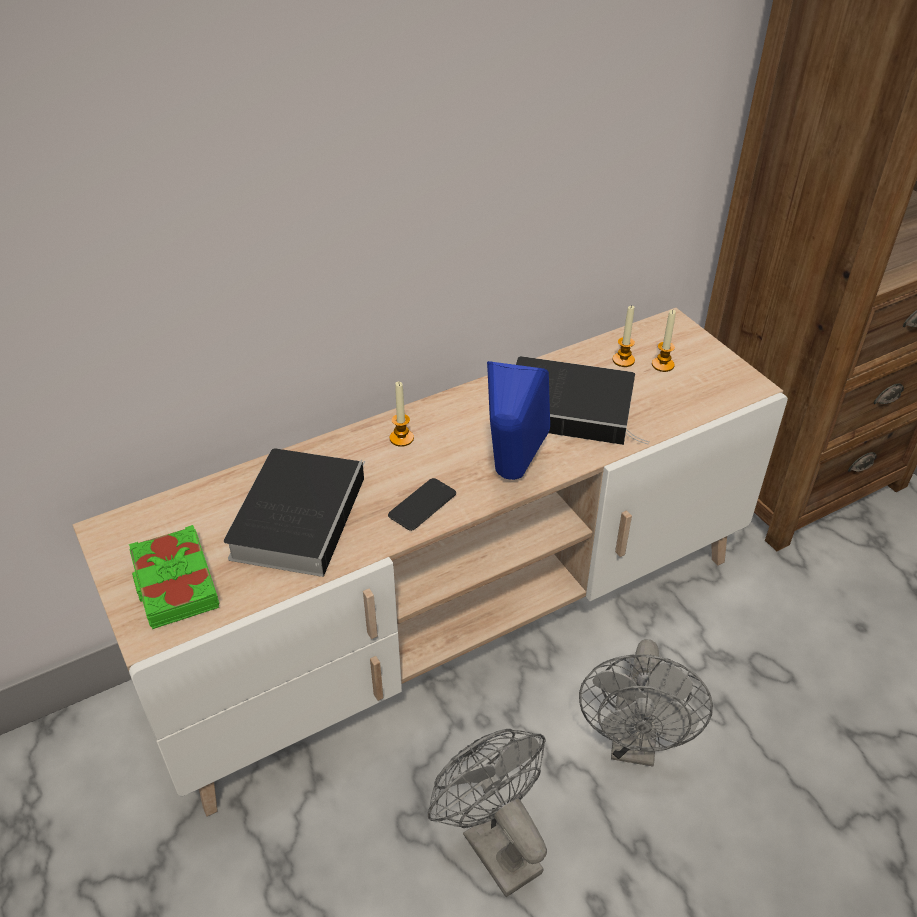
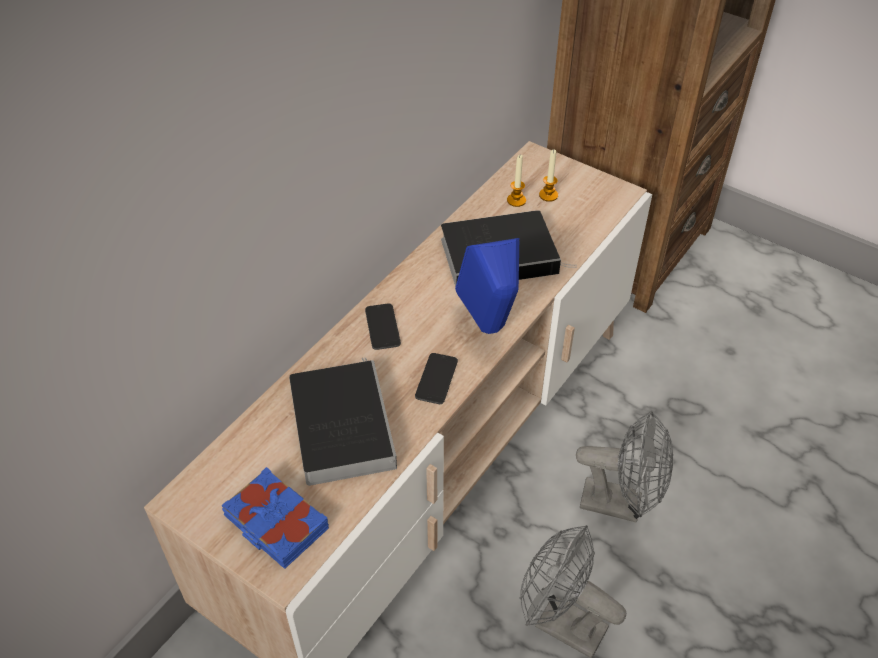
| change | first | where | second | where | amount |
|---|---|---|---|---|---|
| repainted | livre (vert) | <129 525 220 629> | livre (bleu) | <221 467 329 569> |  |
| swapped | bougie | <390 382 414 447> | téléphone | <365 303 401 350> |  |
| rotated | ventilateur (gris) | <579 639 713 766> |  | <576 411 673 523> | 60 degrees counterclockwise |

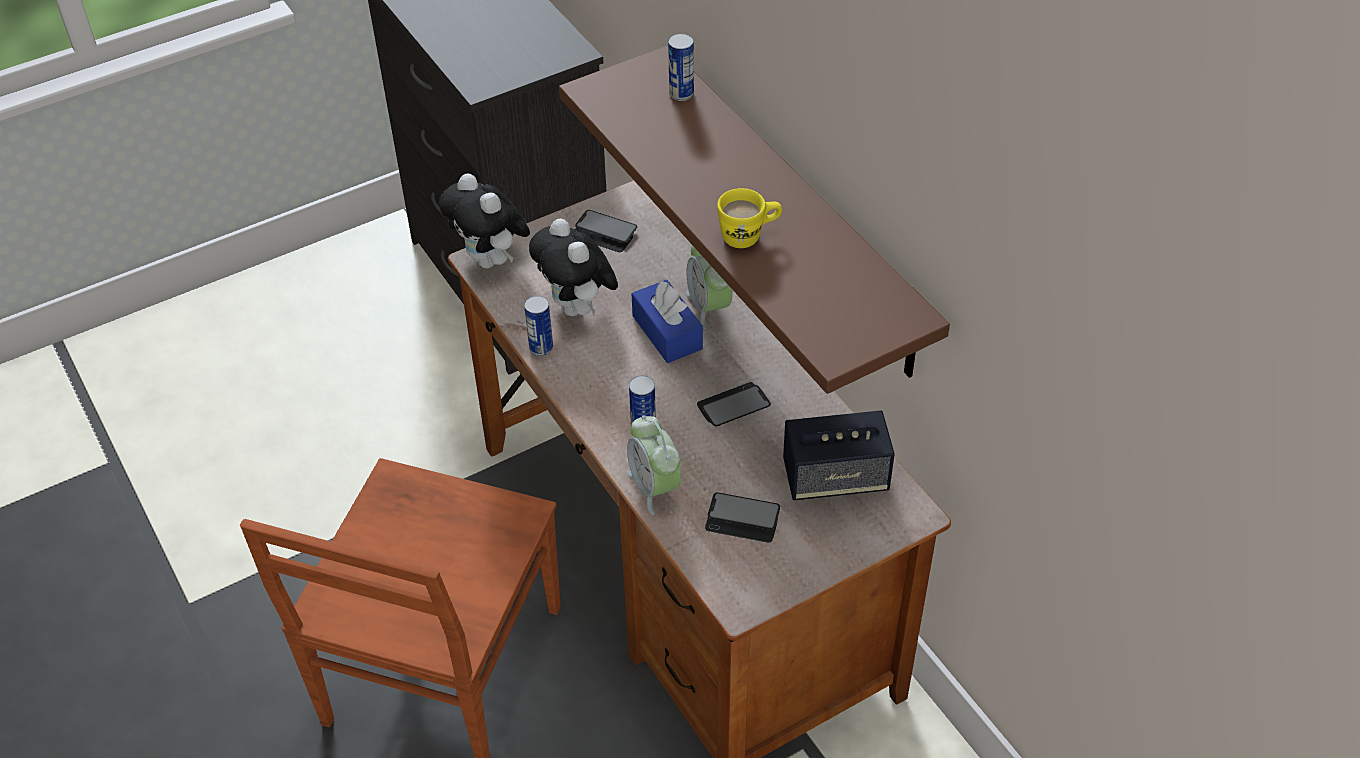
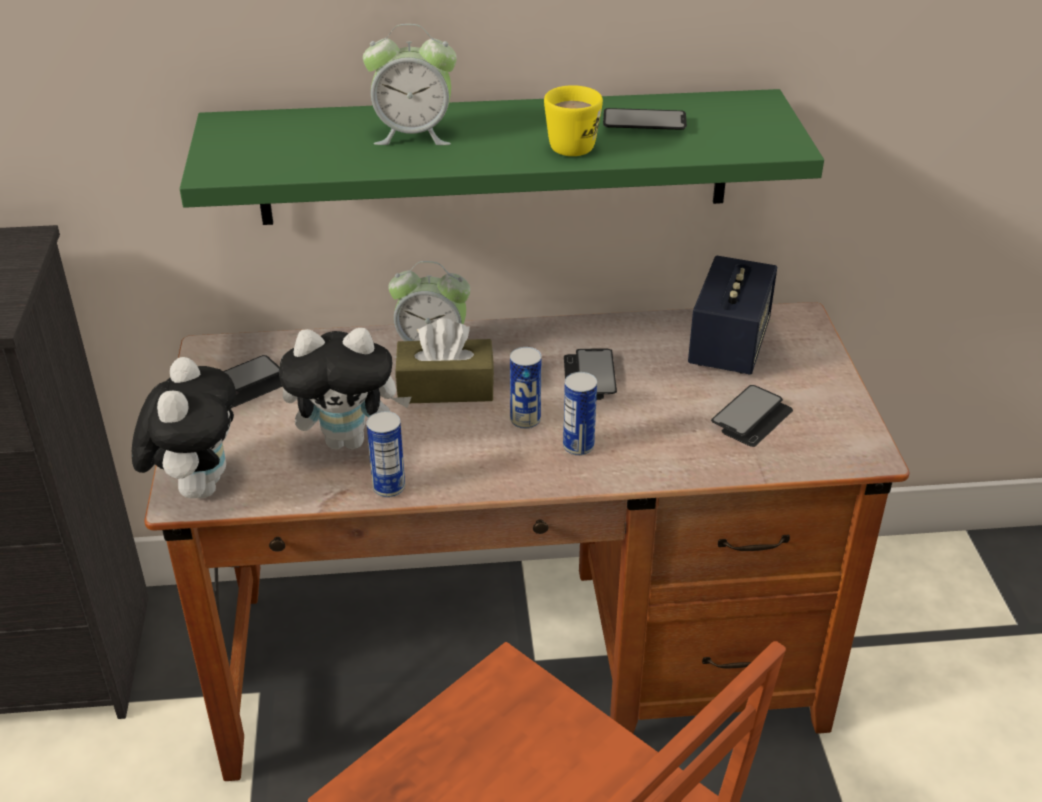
| change | first | where | second | where | amount |
|---|---|---|---|---|---|
| rotated | peluche | <439 173 530 269> |  | <132 357 236 499> | 75 degrees counterclockwise |
| repainted | étagère (marron) | <559 46 950 394> | étagère (vert) | <180 89 824 225> |  |
| shifted | réveil | <627 415 681 515> |  | <363 24 457 145> |  |
| repainted | boîte à mouchoirs (bleu) | <632 280 703 363> | boîte à mouchoirs (marron) | <395 318 494 403> |  |
| shifted | boîte métallique | <668 33 694 101> |  | <510 347 542 429> |  |
| new |  |  | téléphone | <603 108 687 130> |  |

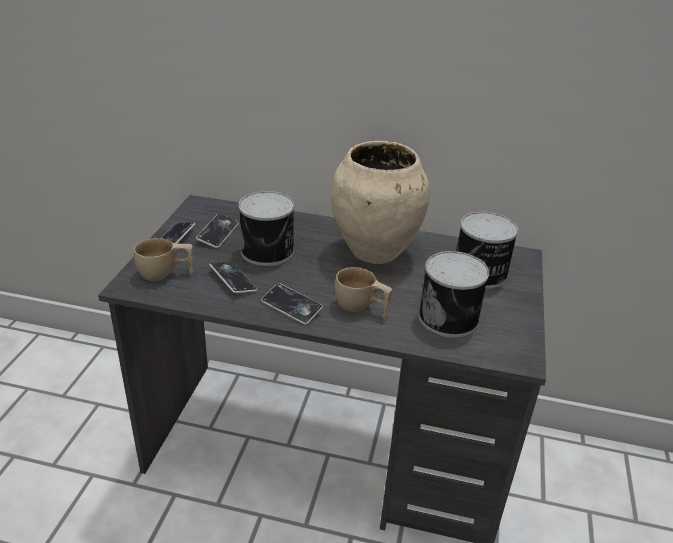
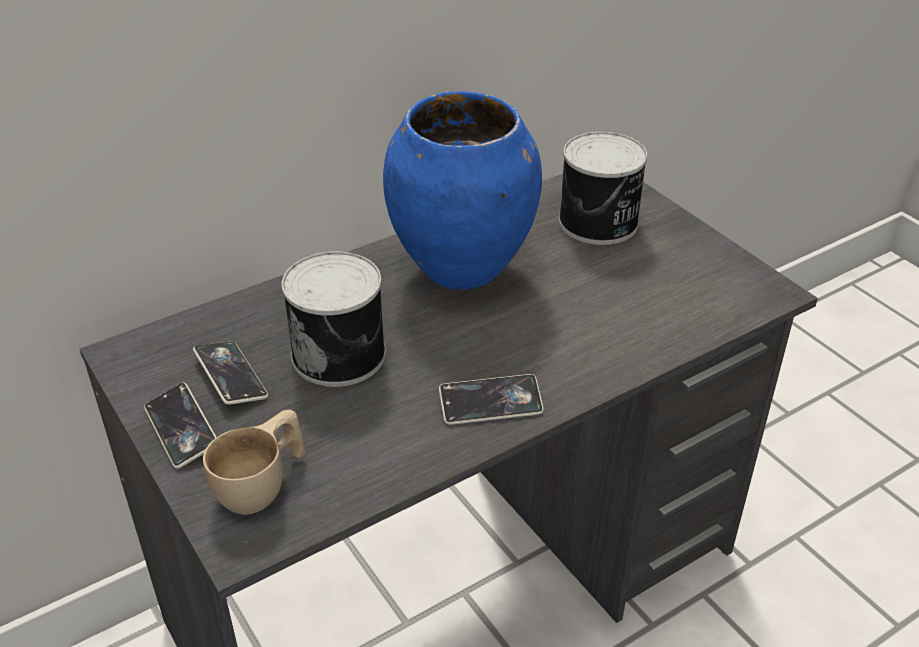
| change | first | where | second | where | amount |
|---|---|---|---|---|---|
| repainted | vase (beige) | <331 141 430 264> | vase (bleu) | <383 91 542 290> |  |
| gone | téléphone | <210 262 257 293> |  |  |  |
| gone | tasse (beige) | <335 267 392 318> |  |  |  |
| gone | boîte métallique | <418 251 489 338> |  |  |  |

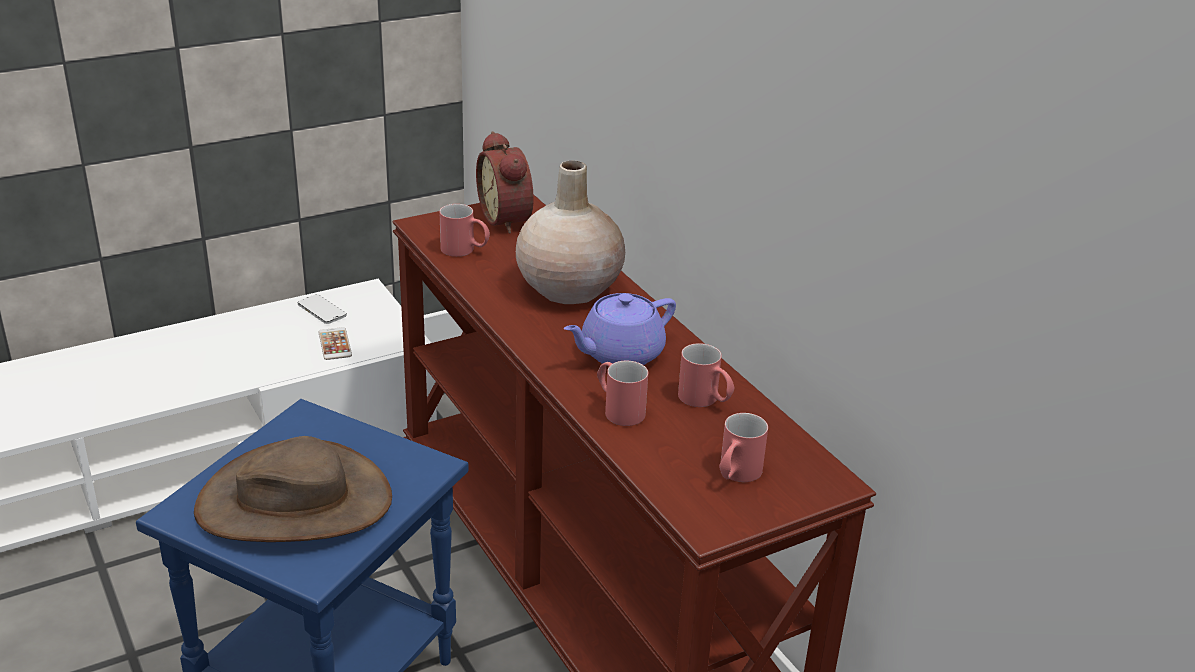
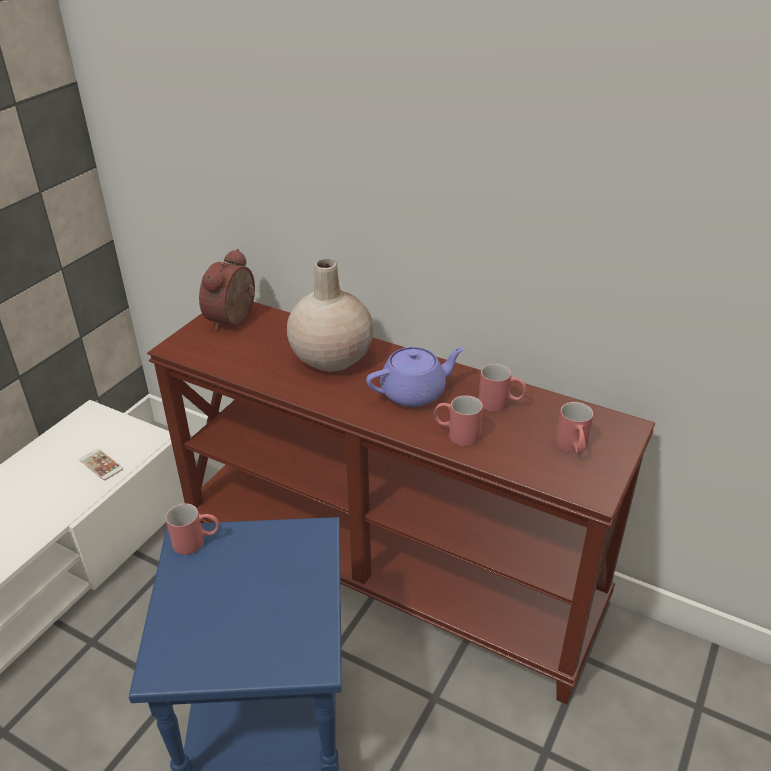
| change | first | where | second | where | amount |
|---|---|---|---|---|---|
| shifted | mug (rouge) | <439 204 490 257> |  | <165 503 219 555> |  |
| rotated | réveil | <476 131 534 234> |  | <199 249 255 331> | 75 degrees clockwise |
| rotated | théière (violet) | <564 293 676 365> |  | <366 347 465 407> | 135 degrees counterclockwise |
| gone | chapeau (marron) | <194 436 392 542> |  |  |  |
| gone | téléphone | <298 294 347 324> |  |  |  |

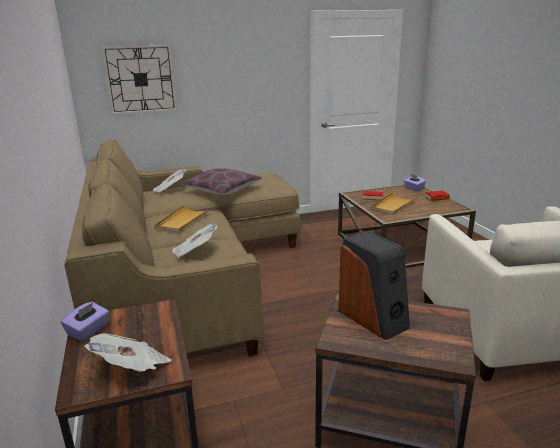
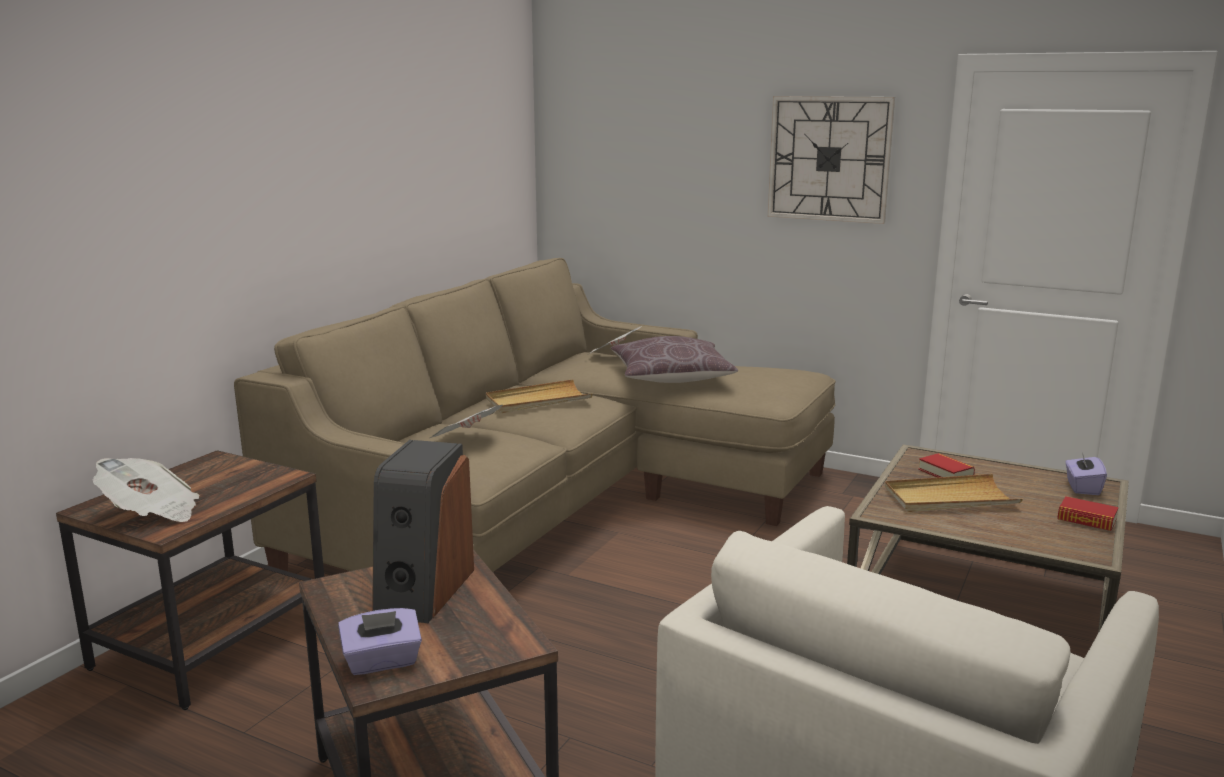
| change | first | where | second | where | amount |
|---|---|---|---|---|---|
| shifted | boîte à mouchoirs (violet) | <61 302 109 341> |  | <338 608 422 675> |  |
| shifted | horloge murale | <102 44 177 115> |  | <768 96 895 224> |  |

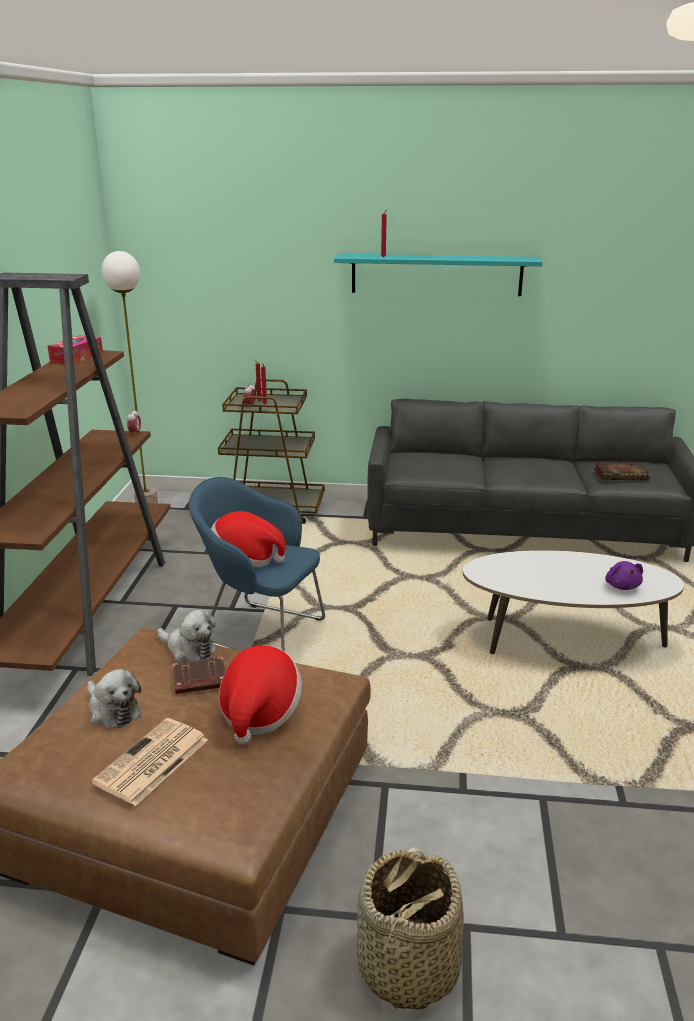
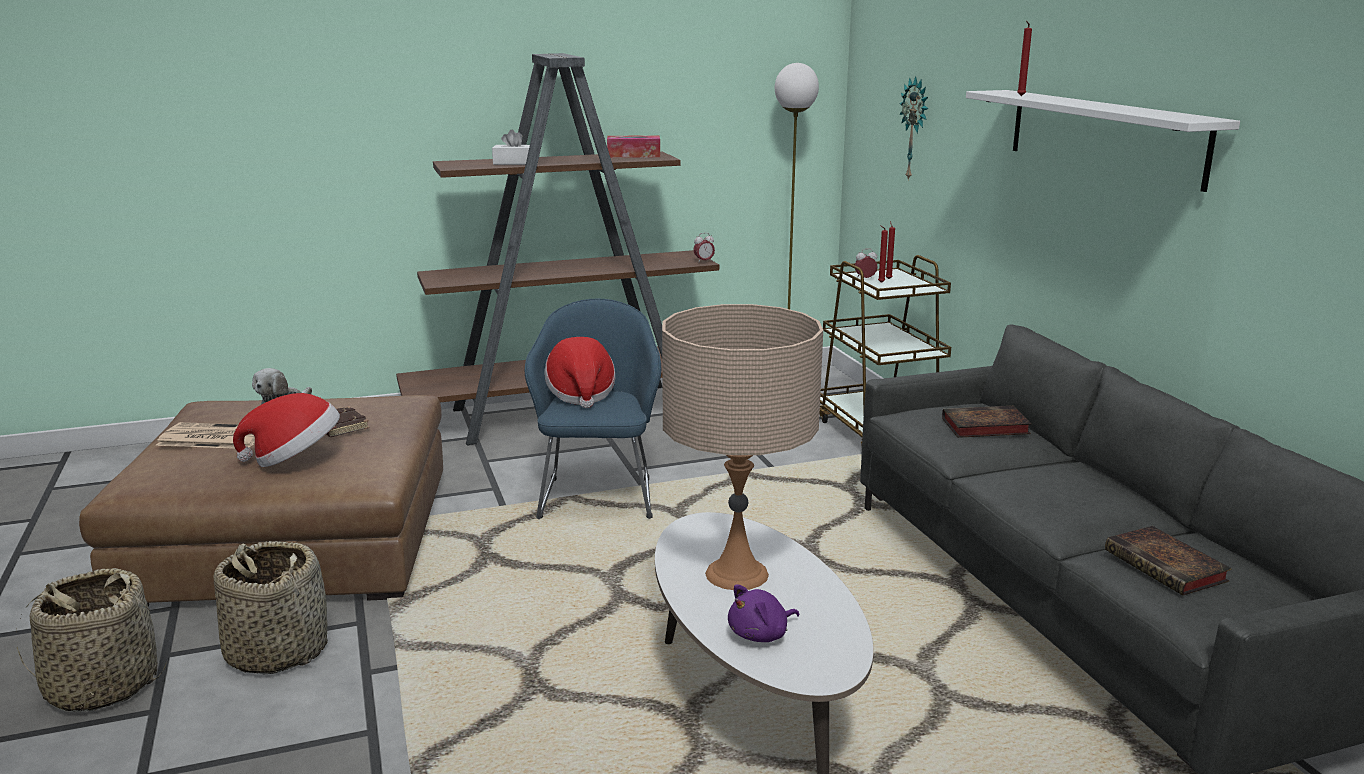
| change | first | where | second | where | amount |
|---|---|---|---|---|---|
| new |  |  | panier | <213 541 328 674> |  |
| new |  |  | boîte à mouchoirs (blanc) | <492 130 530 165> |  |
| new |  |  | lampe de table (beige) | <662 304 823 590> |  |
| new |  |  | horloge murale | <899 76 929 180> |  |
| new |  |  | livre | <942 406 1032 438> |  |
| repainted | étagère (turquoise) | <334 254 543 296> | étagère (blanc) | <966 90 1240 192> |  |
| gone | peluche | <157 609 217 661> |  |  |  |

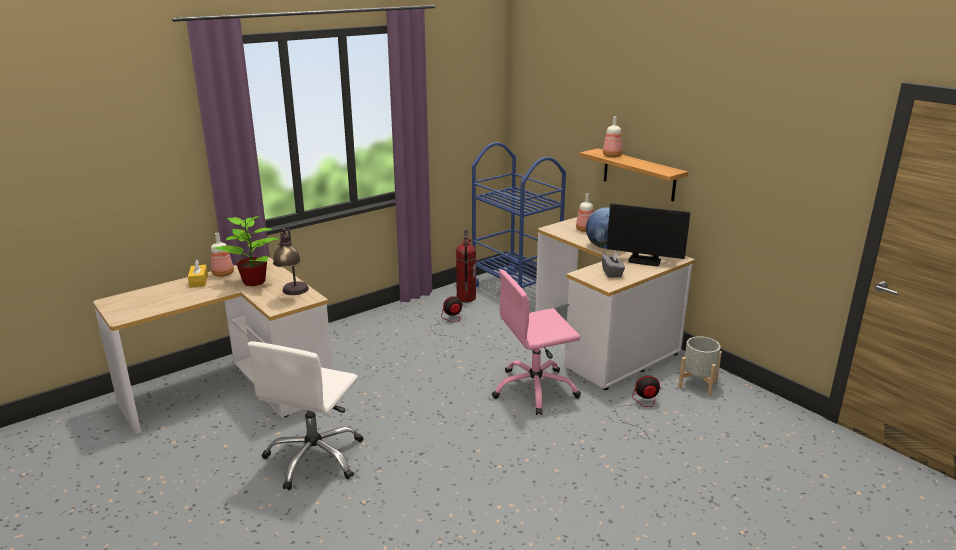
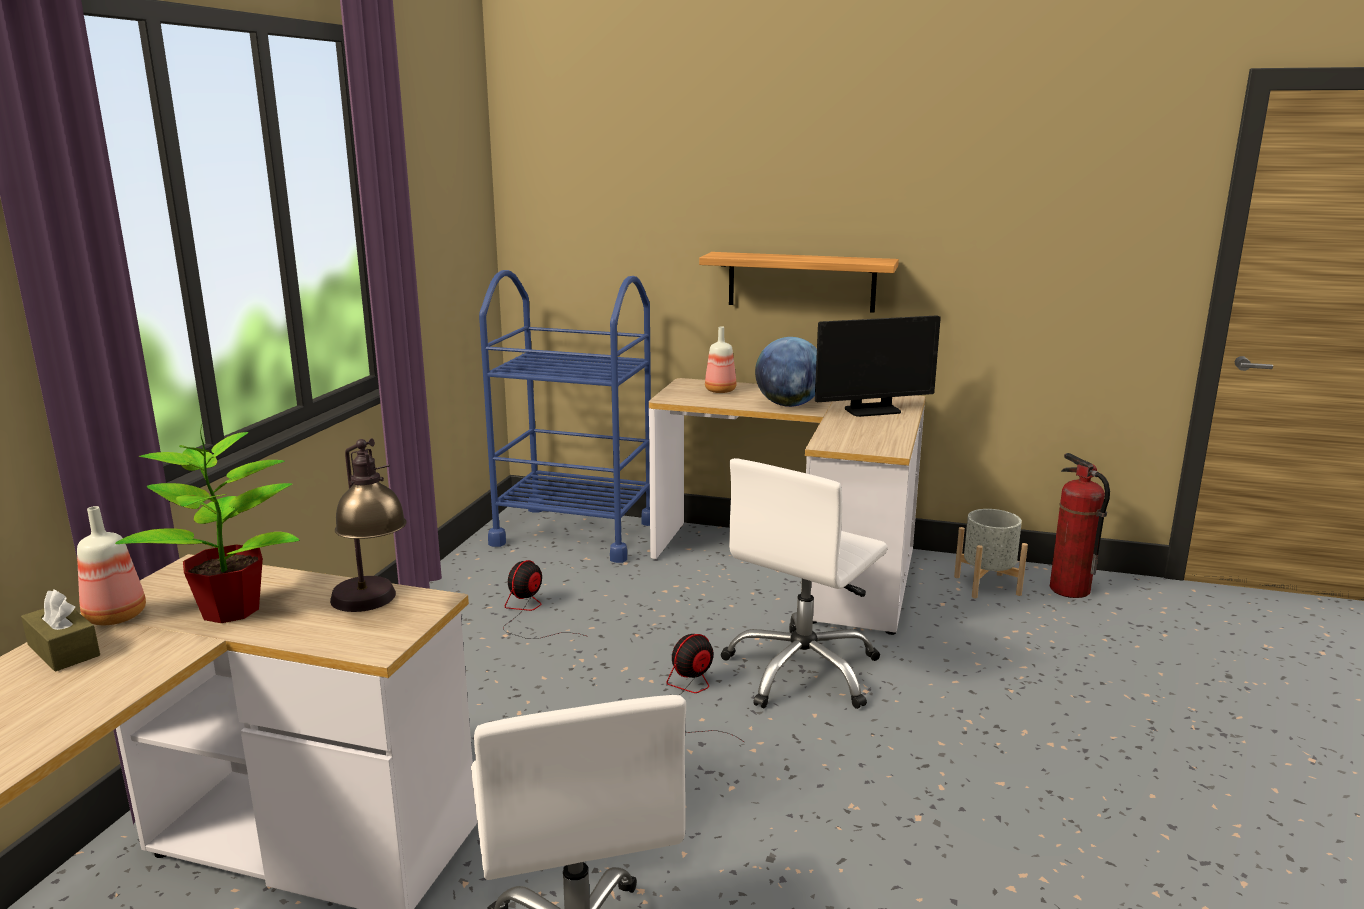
| change | first | where | second | where | amount |
|---|---|---|---|---|---|
| repainted | boîte à mouchoirs (jaune) | <188 259 208 288> | boîte à mouchoirs (marron) | <21 590 100 672> |  |
| shifted | ventilateur | <615 375 661 436> |  | <666 634 744 742> |  |
| repainted | chaise de bureau (rose) | <492 270 581 415> | chaise de bureau (blanc) | <720 458 888 709> |  |
| shifted | extincteur | <456 230 476 302> |  | <1050 453 1110 598> |  |
| gone | boîte à mouchoirs (gris) | <602 252 625 278> |  |  |  |
| gone | bouteille | <603 116 622 157> |  |  |  |

